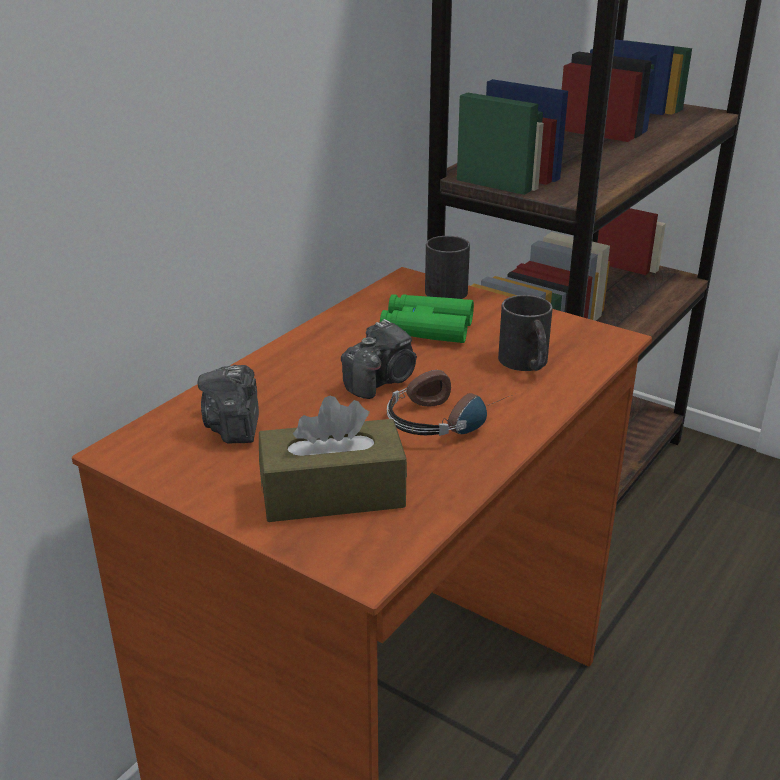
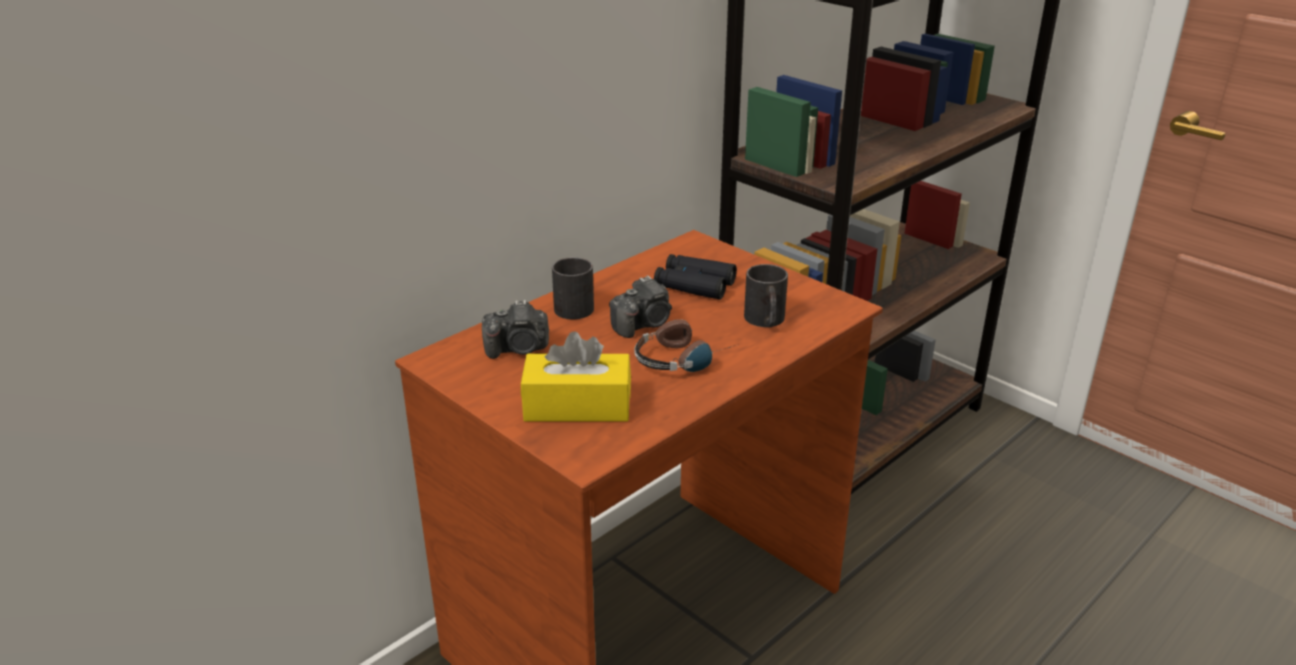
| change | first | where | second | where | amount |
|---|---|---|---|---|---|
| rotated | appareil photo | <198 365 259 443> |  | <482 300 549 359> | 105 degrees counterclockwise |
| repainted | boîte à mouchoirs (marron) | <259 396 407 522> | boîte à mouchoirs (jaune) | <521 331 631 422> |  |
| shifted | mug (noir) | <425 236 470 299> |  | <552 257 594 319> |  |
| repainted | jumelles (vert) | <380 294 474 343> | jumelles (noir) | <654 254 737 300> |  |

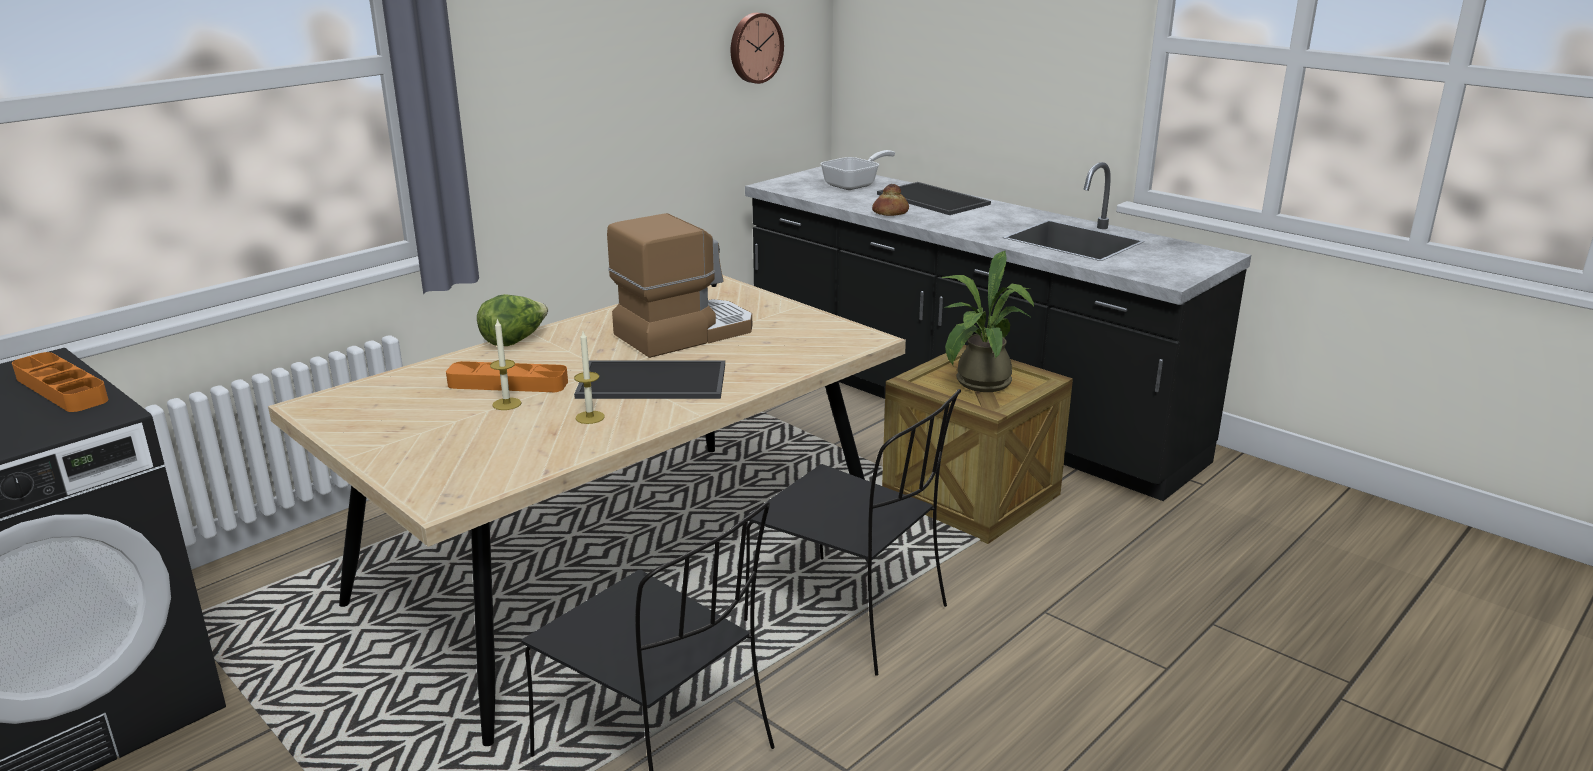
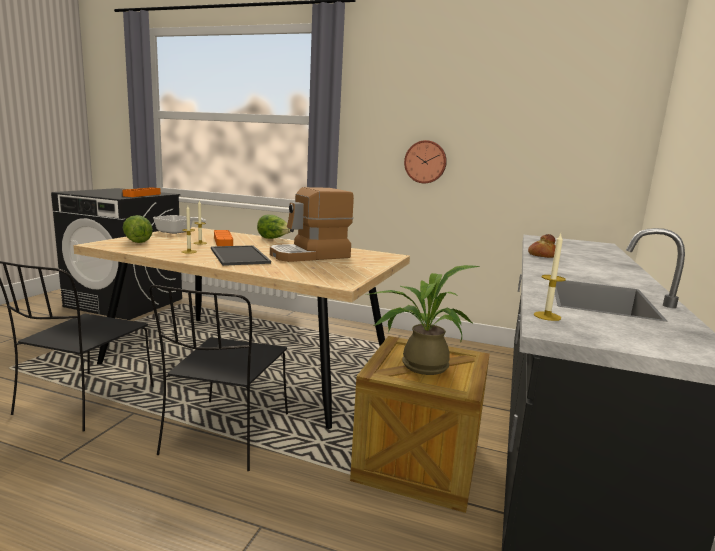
| change | first | where | second | where | amount |
|---|---|---|---|---|---|
| new |  |  | laitue | <123 215 153 243> |  |
| shifted | poêle | <820 150 895 190> |  | <153 215 206 234> |  |
| rotated | machine à café | <607 213 752 358> |  | <270 187 354 262> | 120 degrees clockwise |
| shifted | horloge murale | <731 13 784 84> |  | <404 140 447 183> |  |
| new |  |  | bougie | <534 234 566 321> |  |
| gone | plateau | <877 182 991 215> |  |  |  |

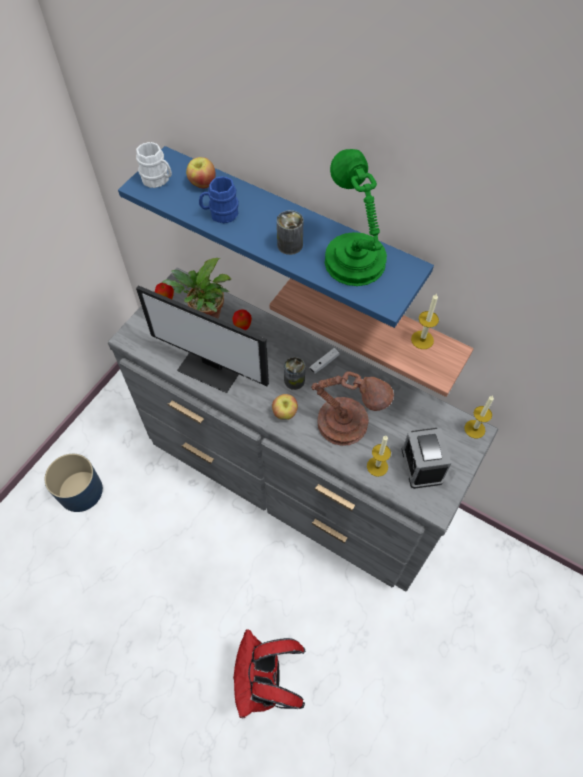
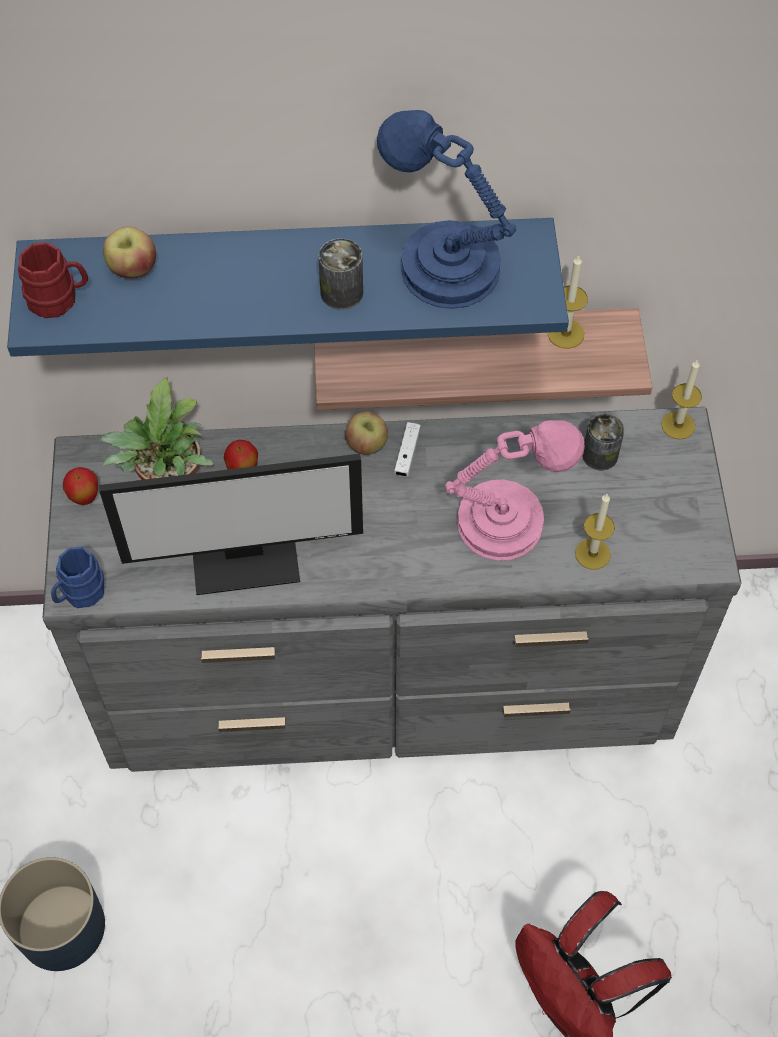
| change | first | where | second | where | amount |
|---|---|---|---|---|---|
| repainted | mug (blanc) | <136 142 172 188> | mug (rouge) | <18 242 88 318> |  |
| shifted | mug (bleu) | <199 176 239 223> |  | <51 546 105 608> |  |
| shifted | pomme | <272 394 298 420> |  | <345 411 388 455> |  |
| repainted | lampe de table (vert) | <325 149 387 286> | lampe de table (bleu) | <377 110 516 309> |  |
| repainted | lampe de table (marron) | <311 371 394 446> | lampe de table (rose) | <445 420 585 561> |  |
| shifted | boîte métallique | <284 357 305 390> |  | <582 414 624 471> |  |
| gone | réveil | <401 428 452 489> |  |  |  |

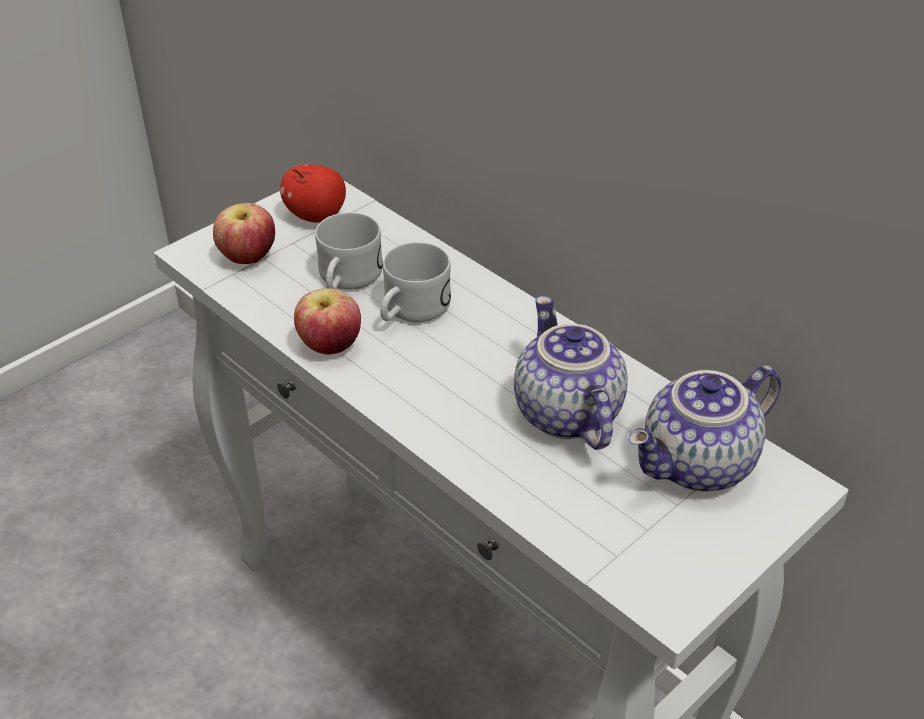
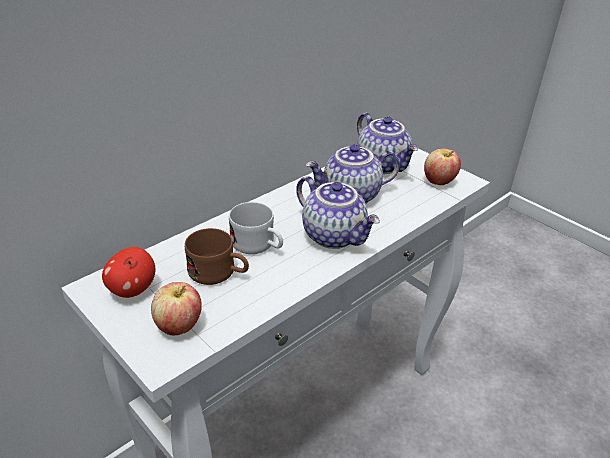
| change | first | where | second | where | amount |
|---|---|---|---|---|---|
| repainted | mug (blanc) | <315 212 383 290> | mug (marron) | <185 228 249 285> |  |
| new |  |  | théière | <296 176 380 249> |  |
| shifted | pomme | <294 288 361 355> |  | <424 148 461 185> |  |

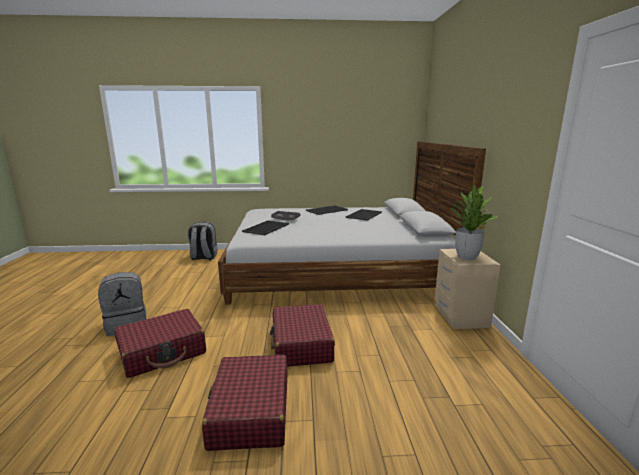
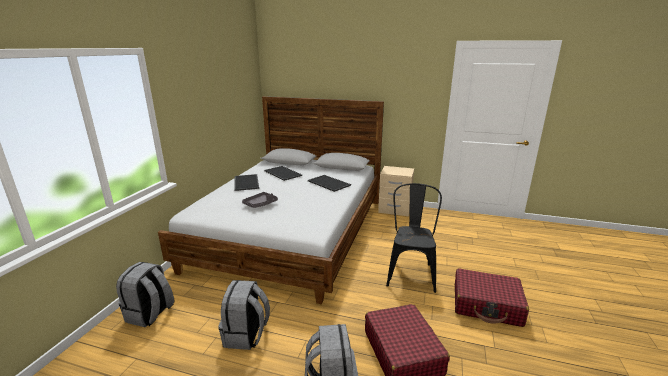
| change | first | where | second | where | amount |
|---|---|---|---|---|---|
| new |  |  | sac à dos (gris) | <218 280 270 350> |  |
| shifted | plateau | <242 220 289 235> |  | <308 175 351 192> |  |
| swapped | valise (rouge) | <270 304 335 367> | chaise (noir) | <386 183 442 293> |  |
| gone | plante en pot | <451 185 498 260> |  |  |  |

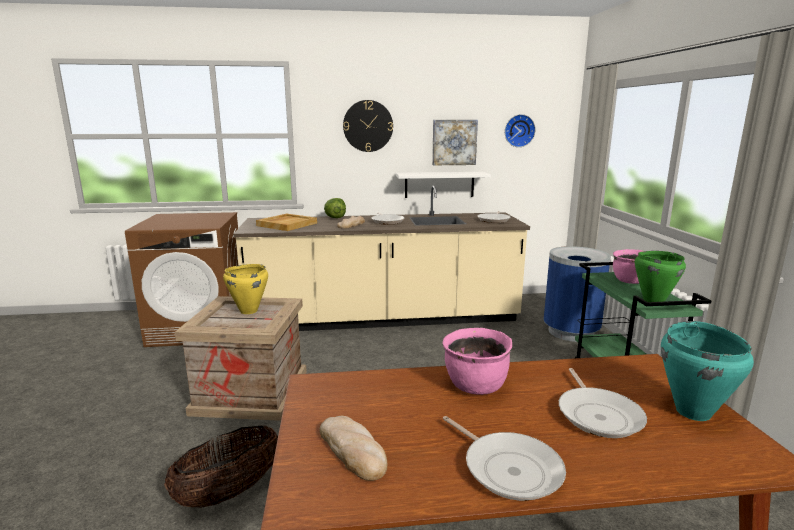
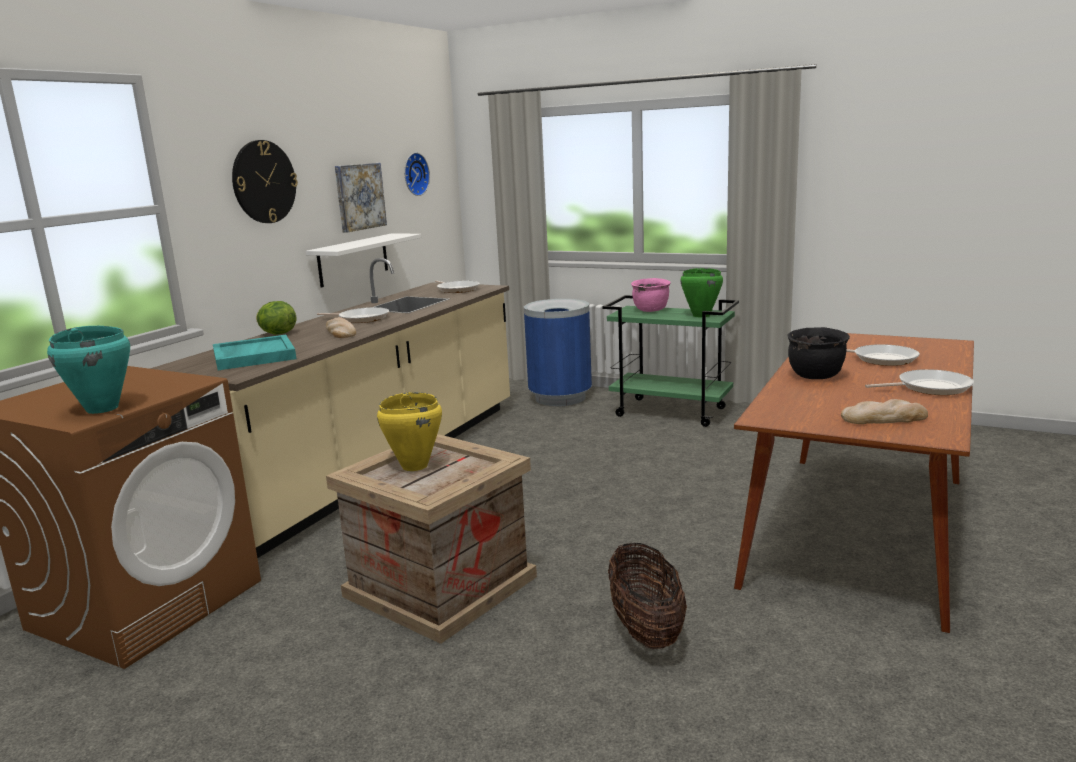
| change | first | where | second | where | amount |
|---|---|---|---|---|---|
| shifted | marmite (turquoise) | <661 321 754 421> |  | <47 326 130 414> |  |
| repainted | plateau (beige) | <256 213 317 231> | plateau (turquoise) | <213 335 297 370> |  |
| repainted | marmite (rose) | <442 328 512 395> | marmite (noir) | <787 327 850 379> |  |

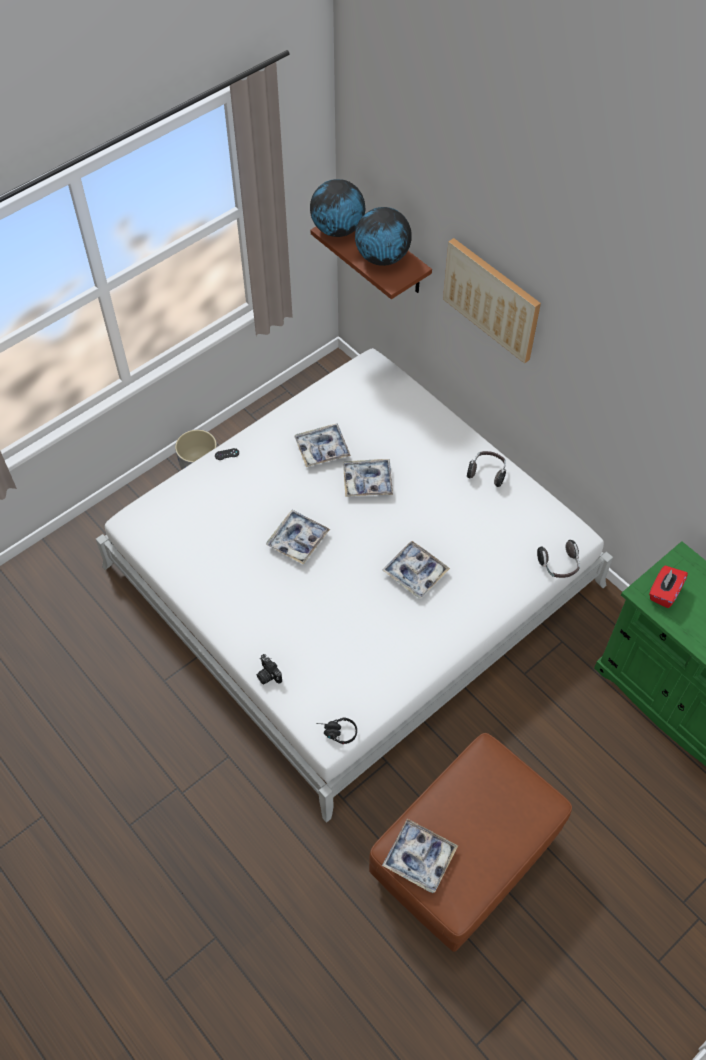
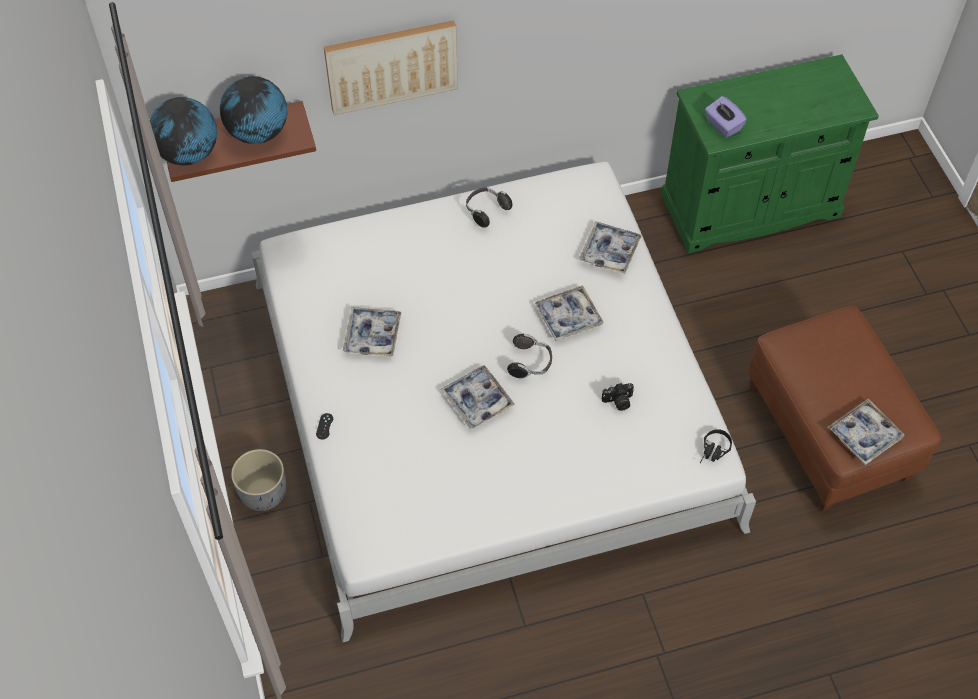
| change | first | where | second | where | amount |
|---|---|---|---|---|---|
| shifted | casque audio | <537 540 580 578> |  | <507 334 552 378> |  |
| shifted | plateau | <343 459 393 497> |  | <579 221 642 274> |  |
| shifted | appareil photo | <257 654 282 685> |  | <602 383 634 411> |  |
| repainted | boîte à mouchoirs (rouge) | <649 566 688 608> | boîte à mouchoirs (violet) | <705 96 747 138> |  |

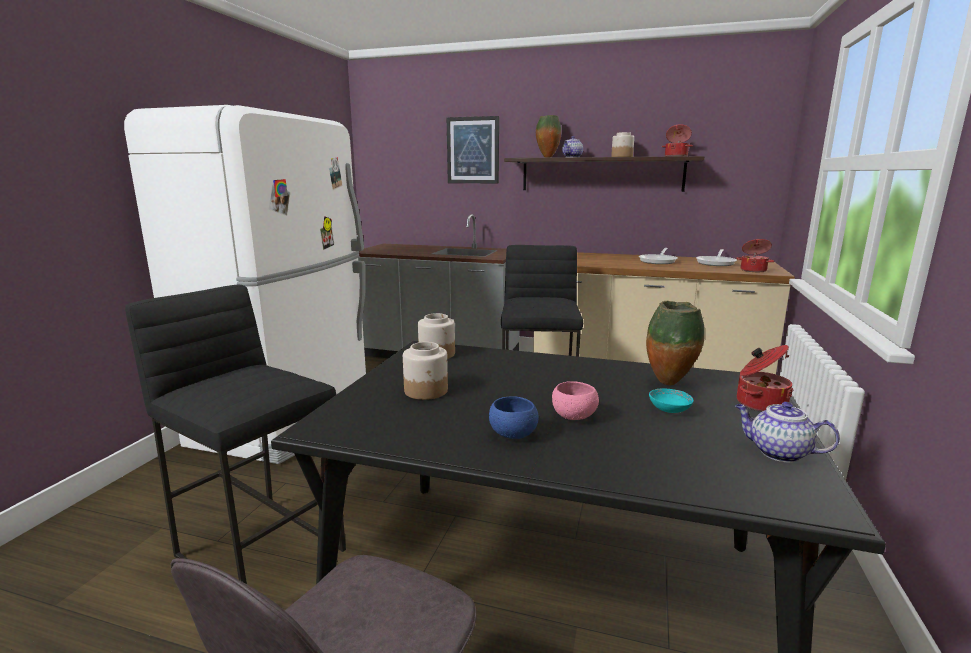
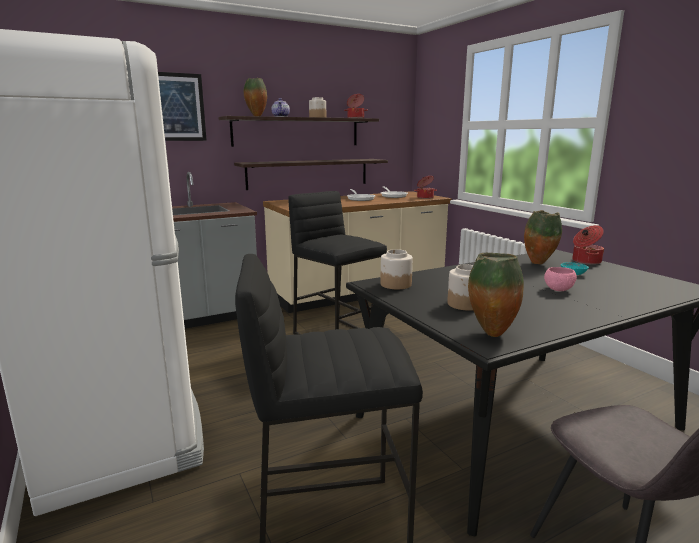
| change | first | where | second | where | amount |
|---|---|---|---|---|---|
| new |  |  | étagère | <234 159 388 190> |  |
| new |  |  | vase | <468 253 524 337> |  |
| gone | bol (bleu) | <489 396 539 439> |  |  |  |
| gone | théière | <735 402 840 463> |  |  |  |

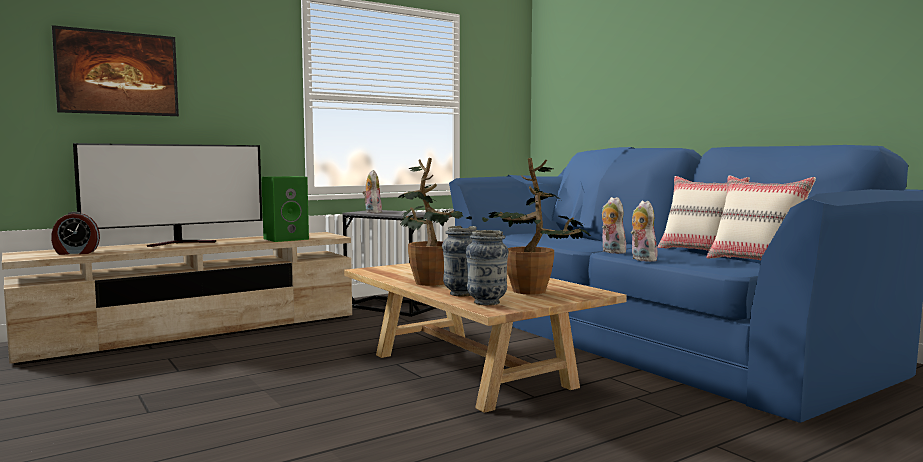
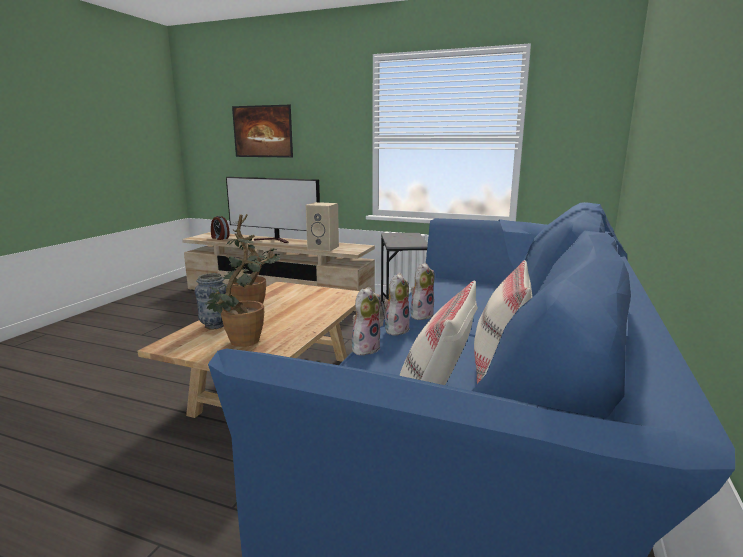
| change | first | where | second | where | amount |
|---|---|---|---|---|---|
| repainted | enceinte (vert) | <261 176 309 242> | enceinte (beige) | <306 202 339 251> |  |
| shifted | peluche | <362 170 382 213> |  | <411 263 435 320> |  |
| gone | vase | <466 230 509 306> |  |  |  |

